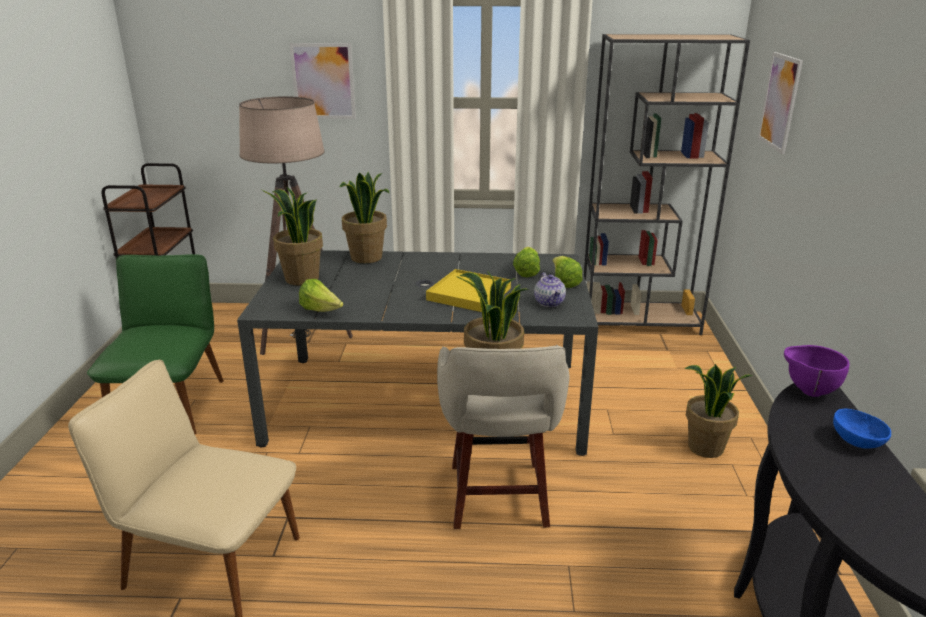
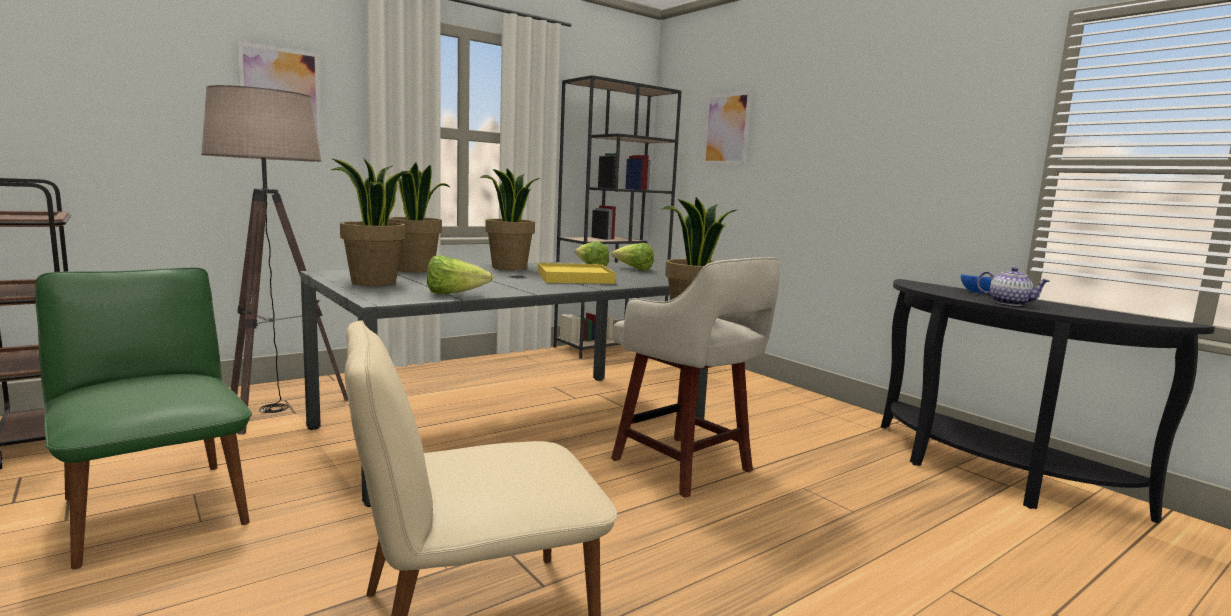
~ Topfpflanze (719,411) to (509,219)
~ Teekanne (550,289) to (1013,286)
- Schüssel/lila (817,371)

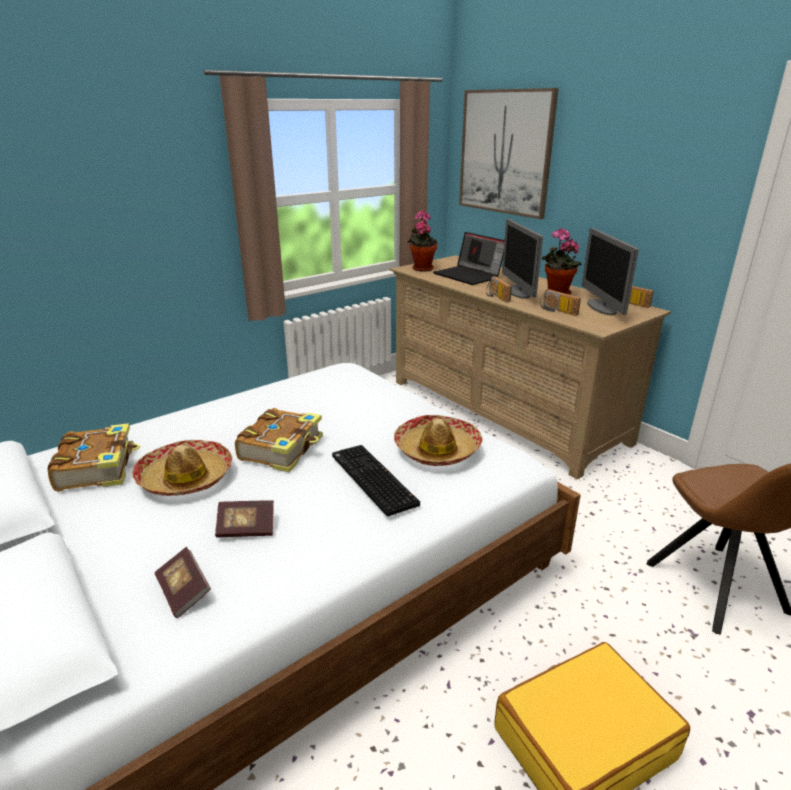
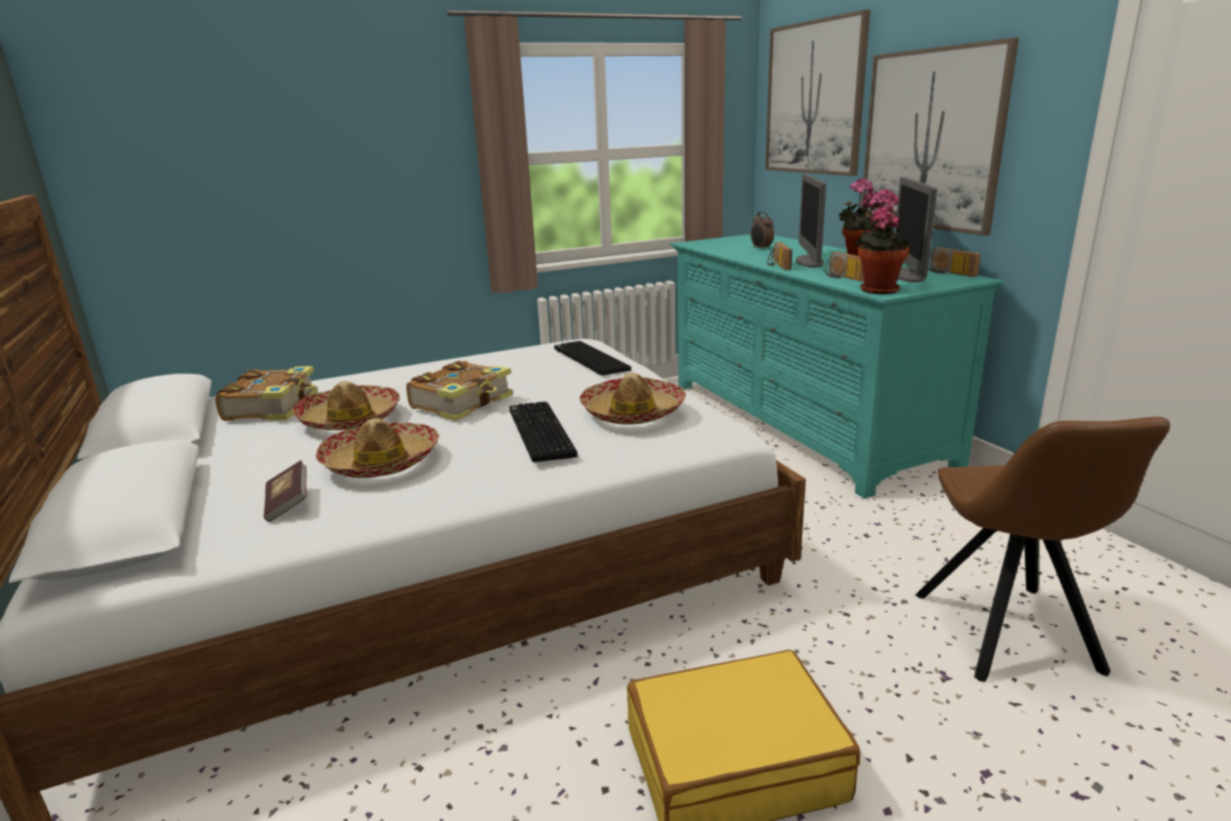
~ Buch (244,519) to Hut (377,448)
+ Tastatur (592,358)
~ Kommode/beige (530,367) to Kommode/türkis (837,366)
~ Laptop (469,258) to Wecker (762,231)
~ Topfpflanze (422,241) to (881,241)
+ Bild (940,137)

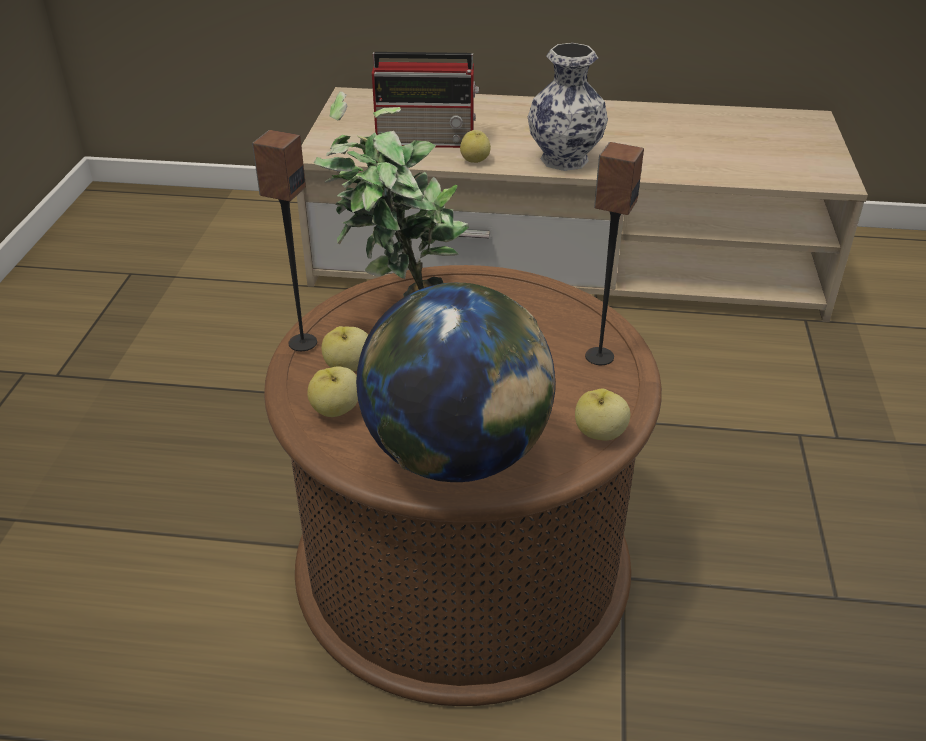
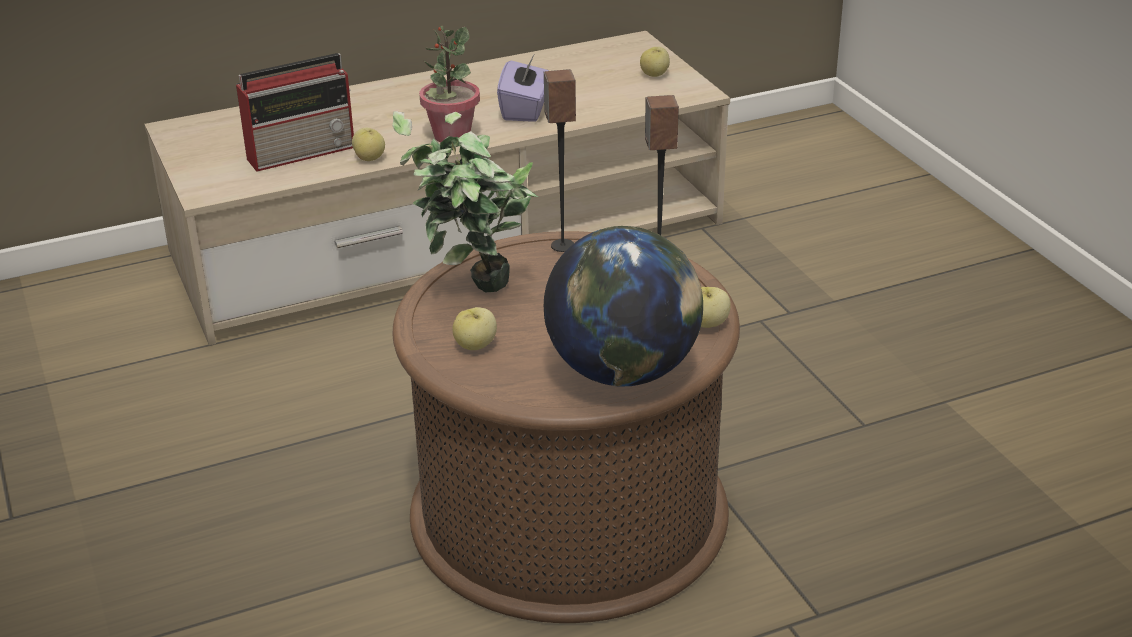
~ Vase (568,107) to Topfpflanze (449,84)
+ Taschentuchbox/lila (523,88)
~ Lautsprecher (284,240) to (560,160)
~ Apfel (332,391) to (655,62)

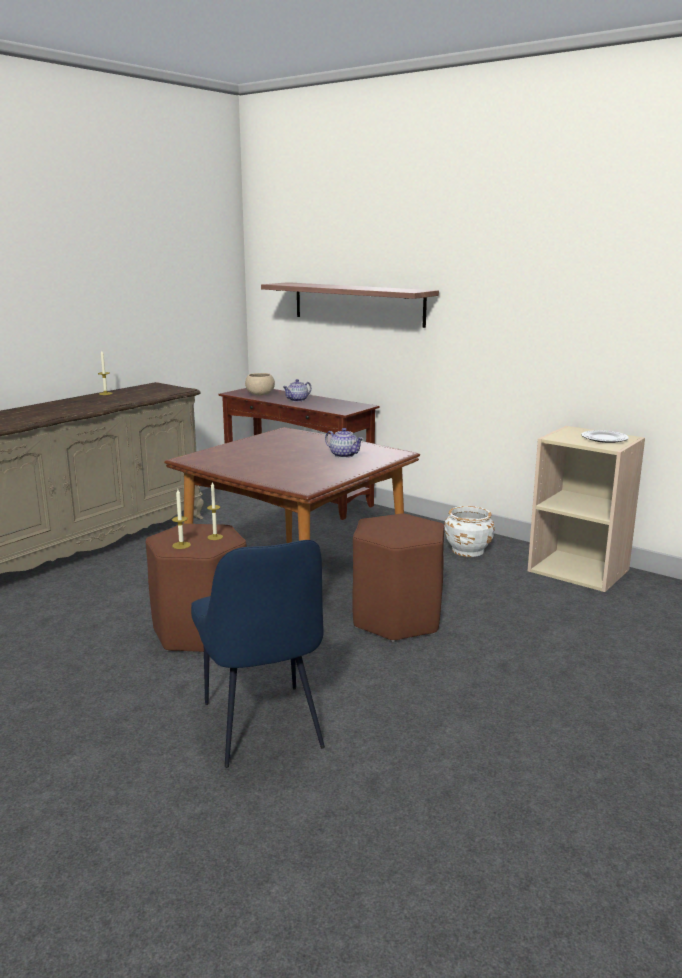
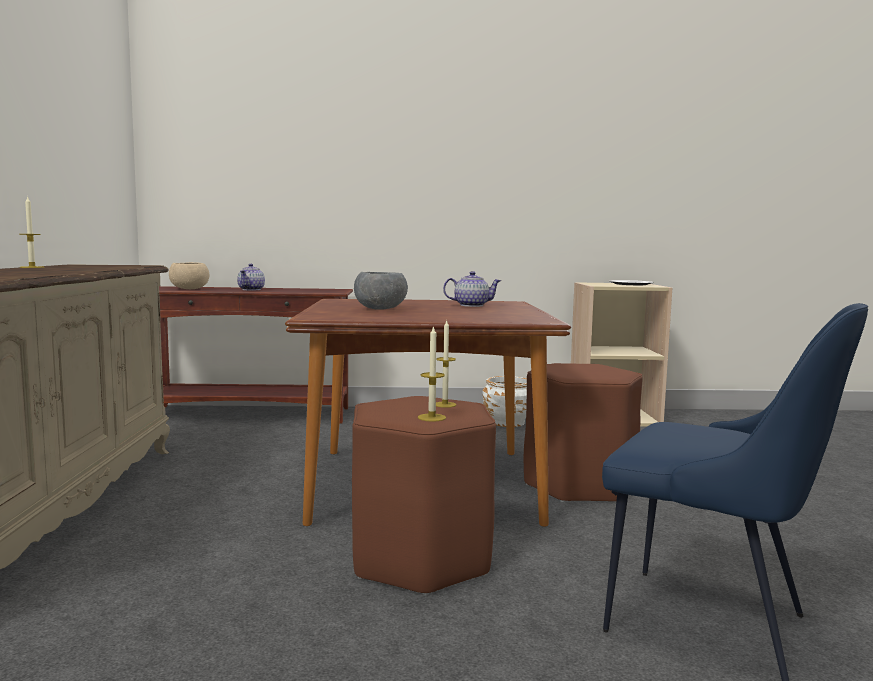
+ Schüssel/grau (381,291)
- Wandregal (350,305)

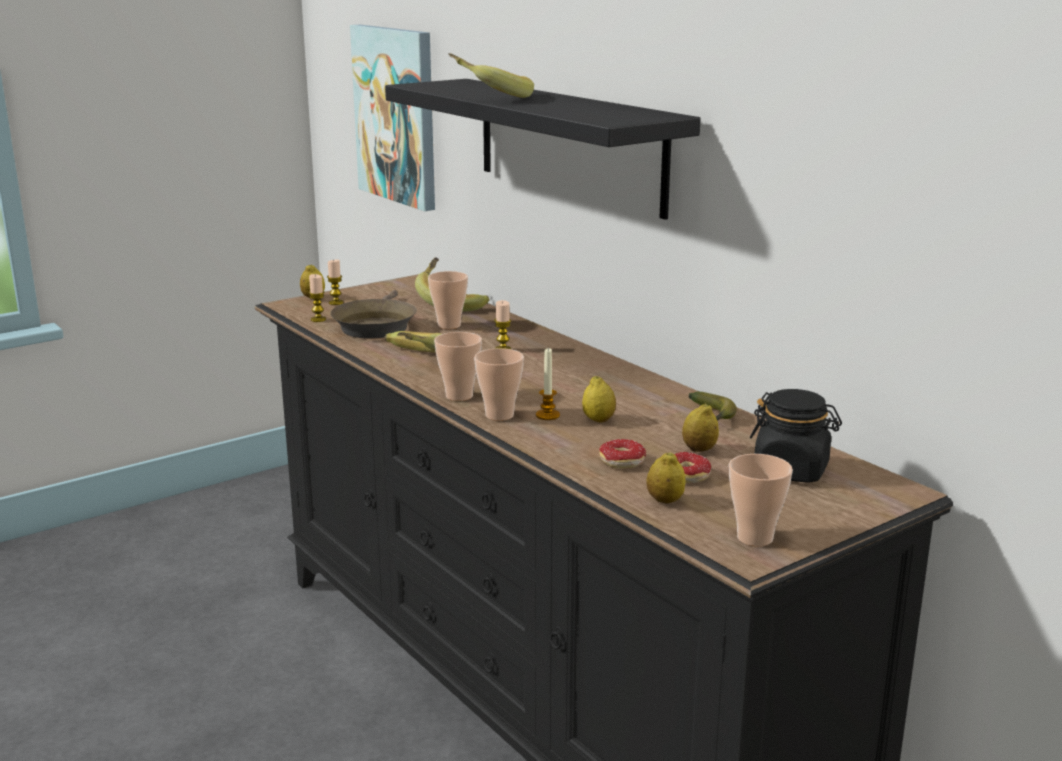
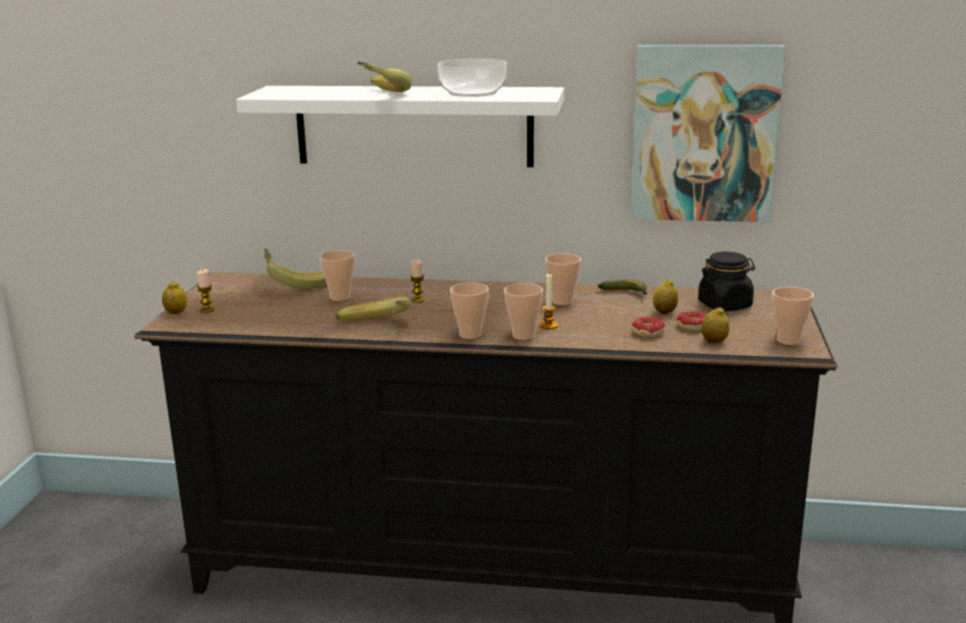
~ Wandregal/schwarz (543,149) to Wandregal/weiß (400,126)
+ Schüssel (472,78)
+ Tasse (563,279)
~ Bild (392,118) to (708,133)
- Kerze (317,298)
- Pfanne/braun (373,314)
- Zitrone (599,399)

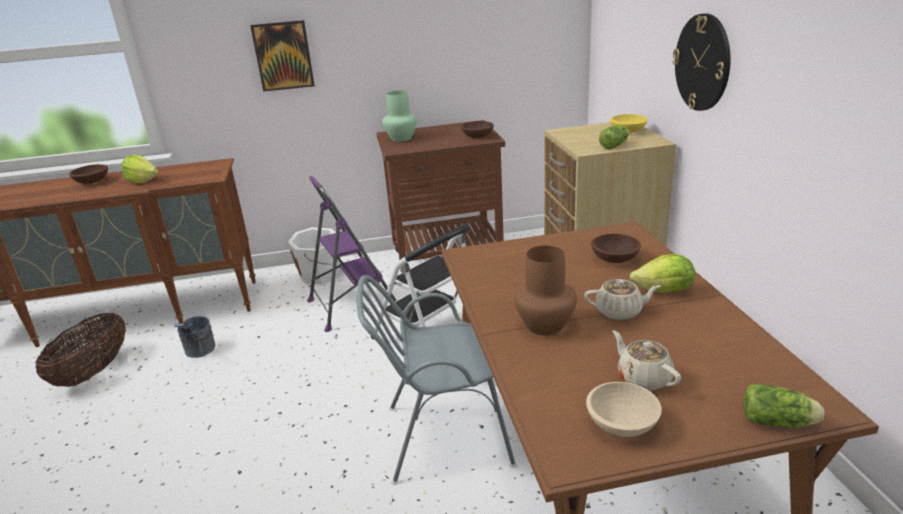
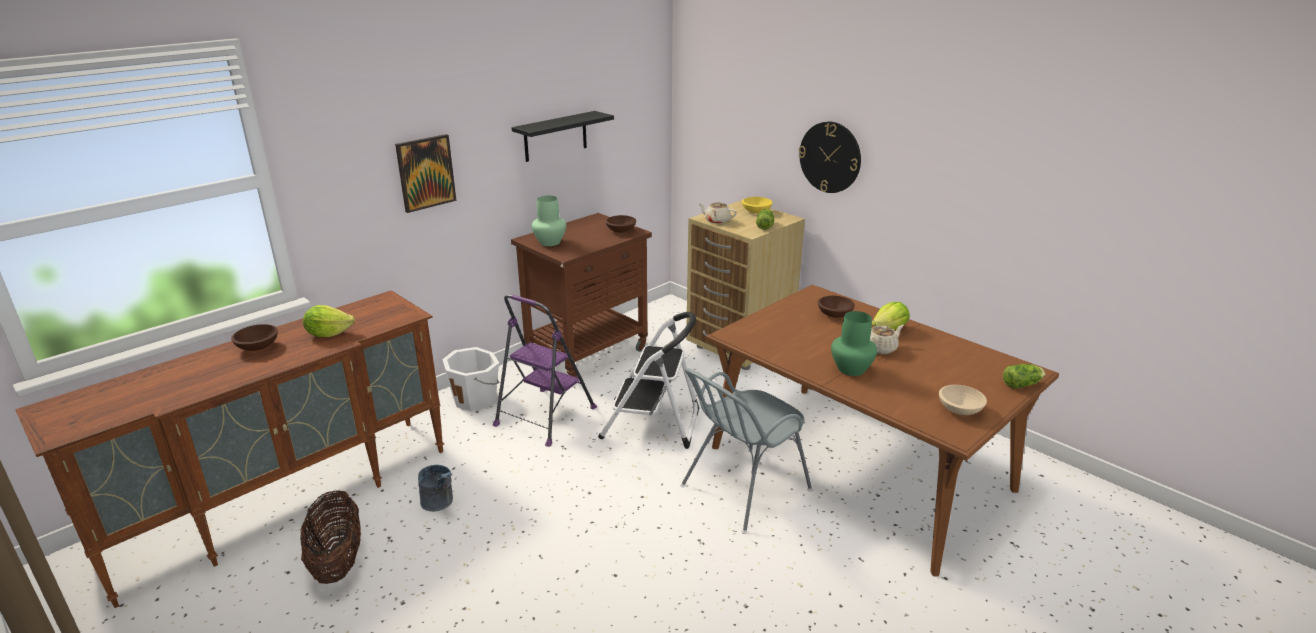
+ Wandregal/schwarz (563,136)
~ Teekanne/beige (647,360) to (717,212)
~ Vase/braun (545,291) to Vase/grün (854,343)

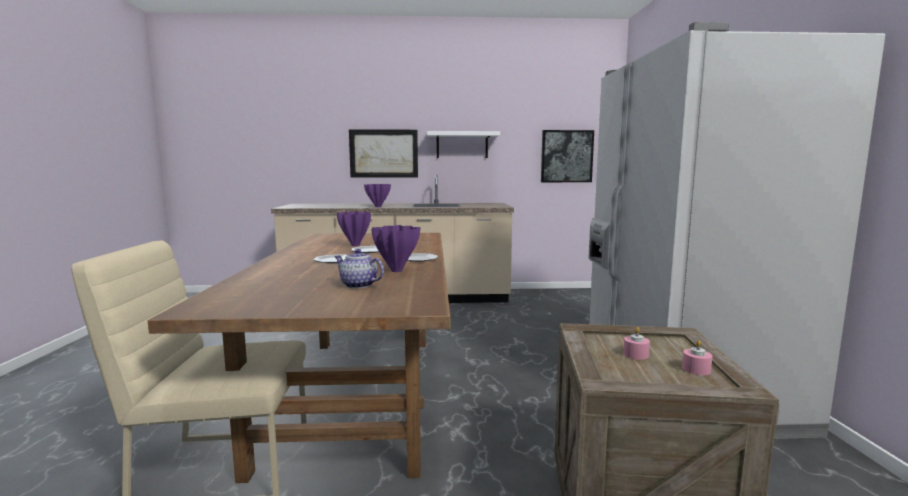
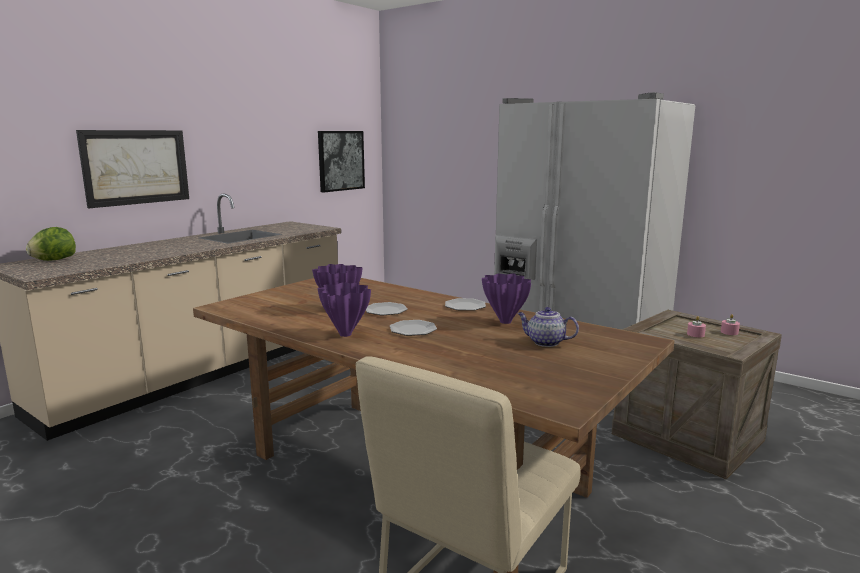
+ Salatkopf (51,244)
~ Vase/lila (377,195) to (344,309)
~ Teekanne (359,269) = (548,327) 45 degrees clockwise
- Wandregal/weiß (463,144)

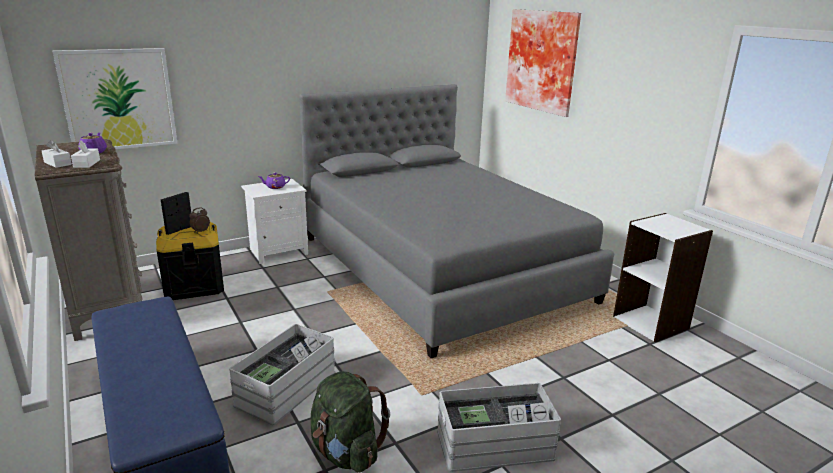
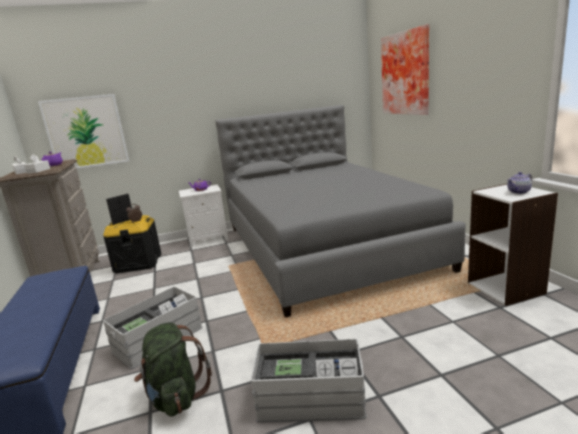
+ Teekanne (519,183)

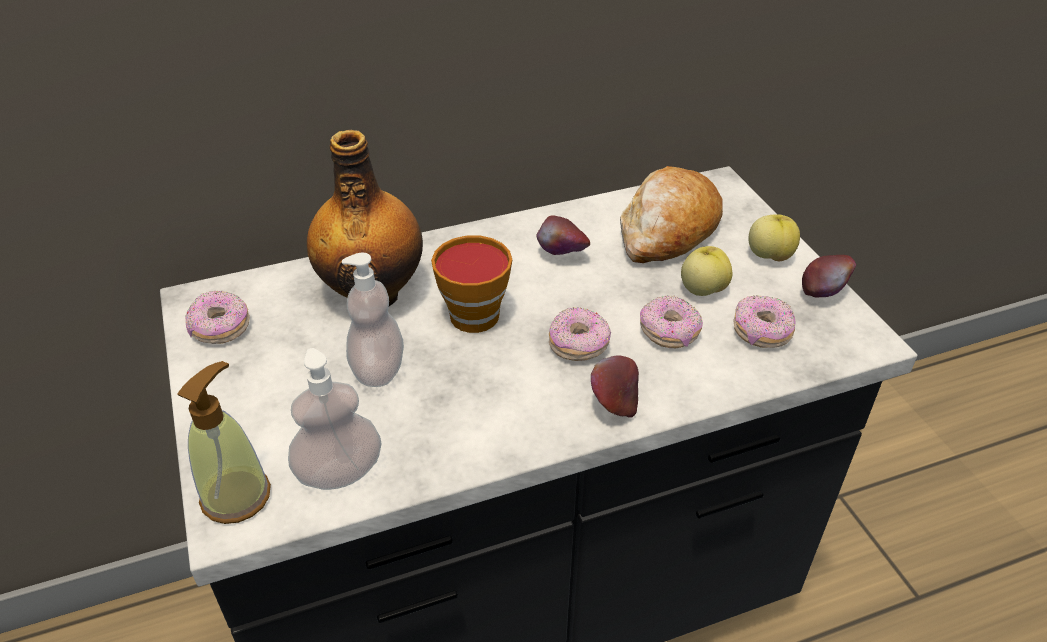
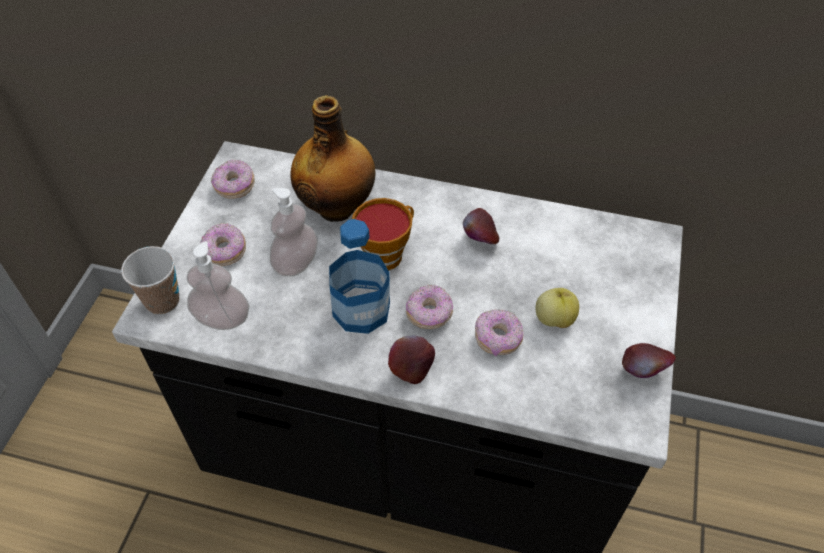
~ Seifenspender (224,442) to Tasse (150,280)
~ Donut (764,321) to (223,244)
+ Flasche (359,276)
- Brot (671,214)
- Apfel (774,237)

